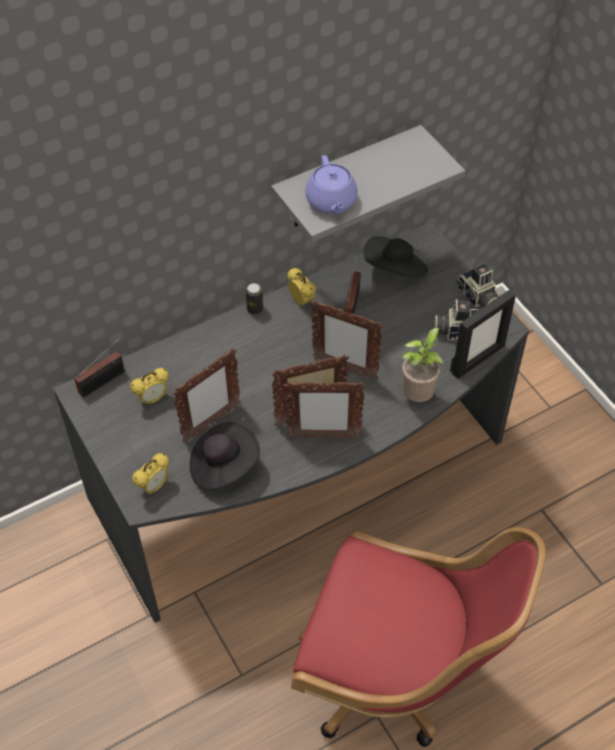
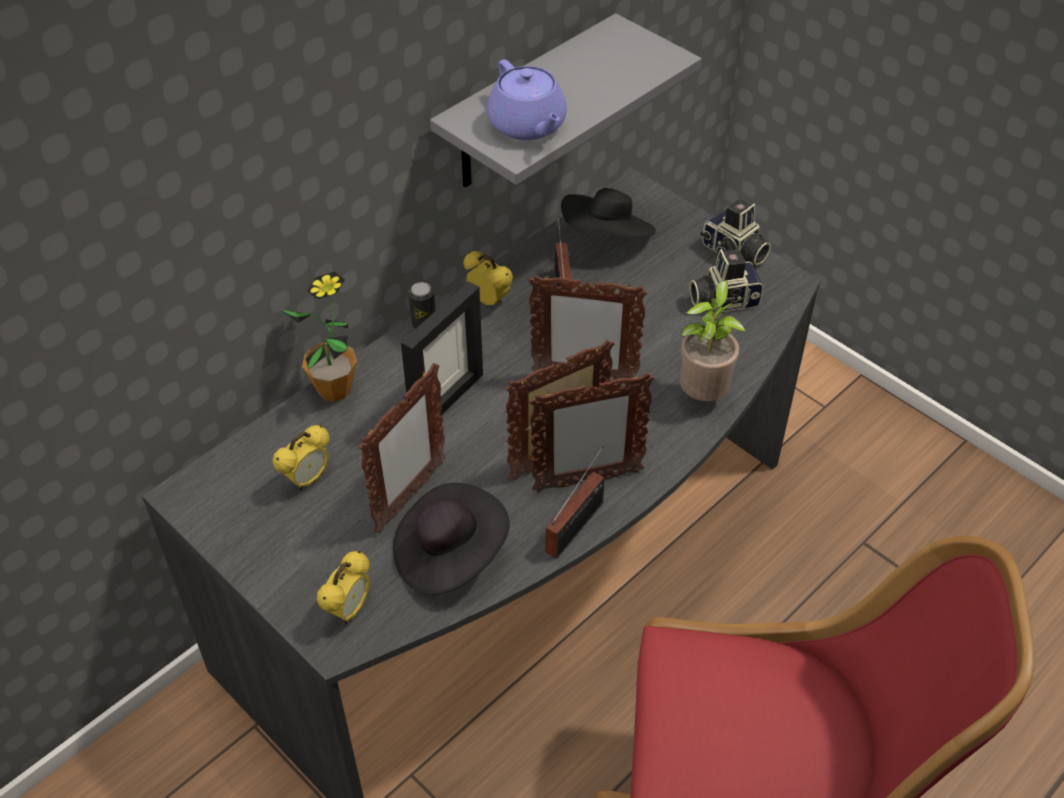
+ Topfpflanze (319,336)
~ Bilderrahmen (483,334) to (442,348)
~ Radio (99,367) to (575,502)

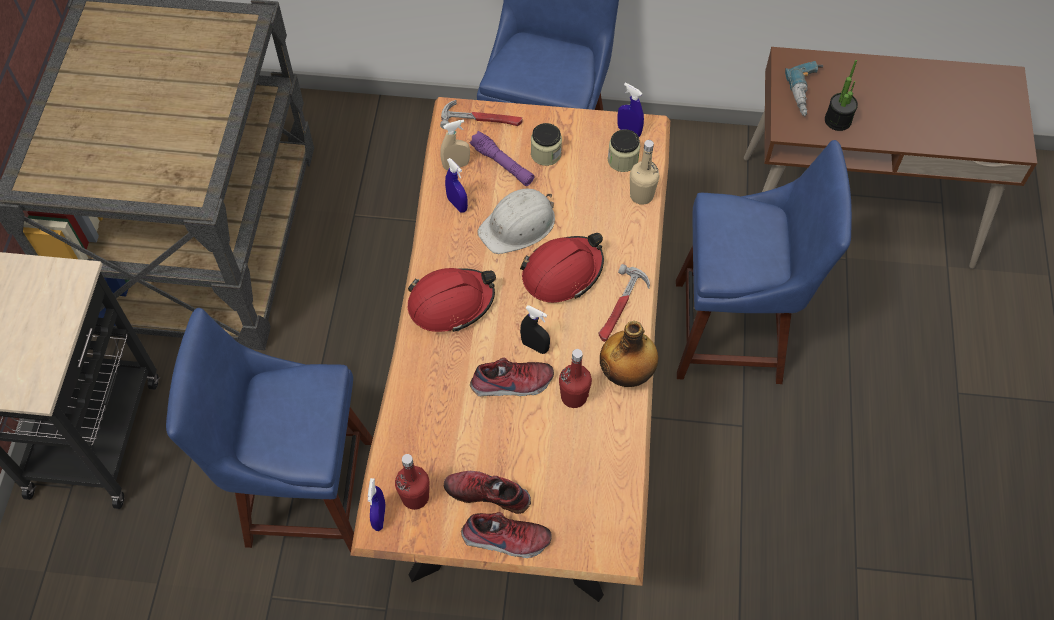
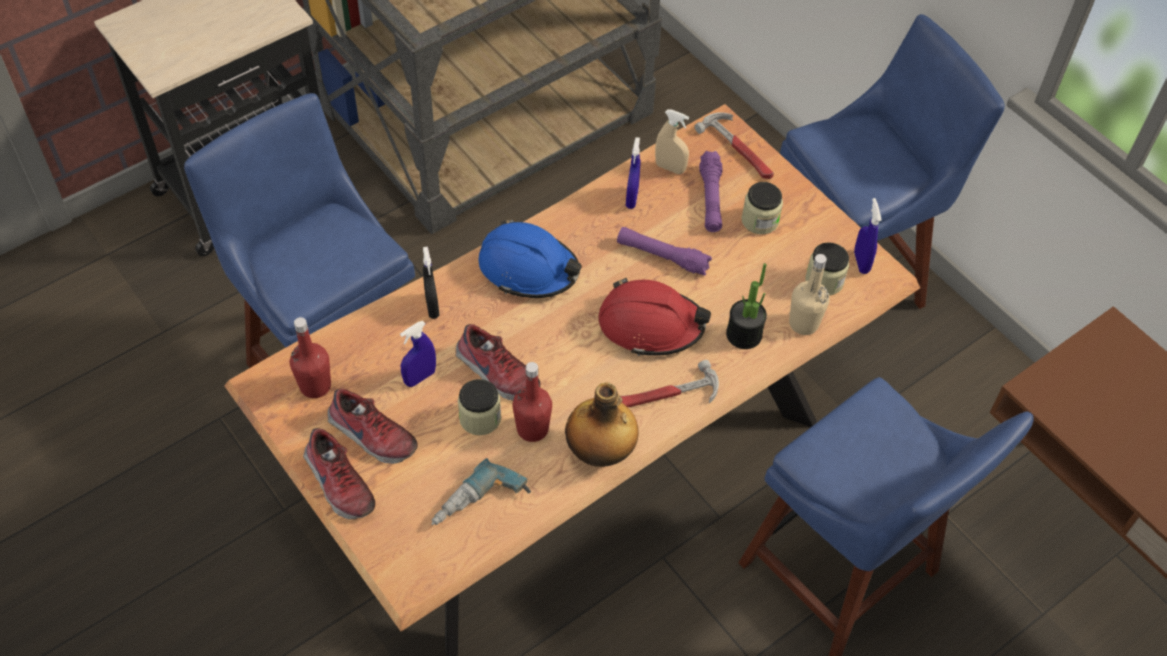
~ Schuh (487,492) = (372,426) 150 degrees clockwise
~ Sprühflasche/blau (377,504) to (418,354)
~ Sprühflasche/schwarz (535,329) to (431,283)
~ Bohrmaschine (804,88) to (481,491)
+ Vorratsglas (479,407)
~ Schutzhelm/rot (452,300) to Schutzhelm/blau (530,258)
~ Schutzhelm/weiß (516,221) to Taschenlampe/lila (664,251)
~ Topfpflanze (841,95) to (746,306)

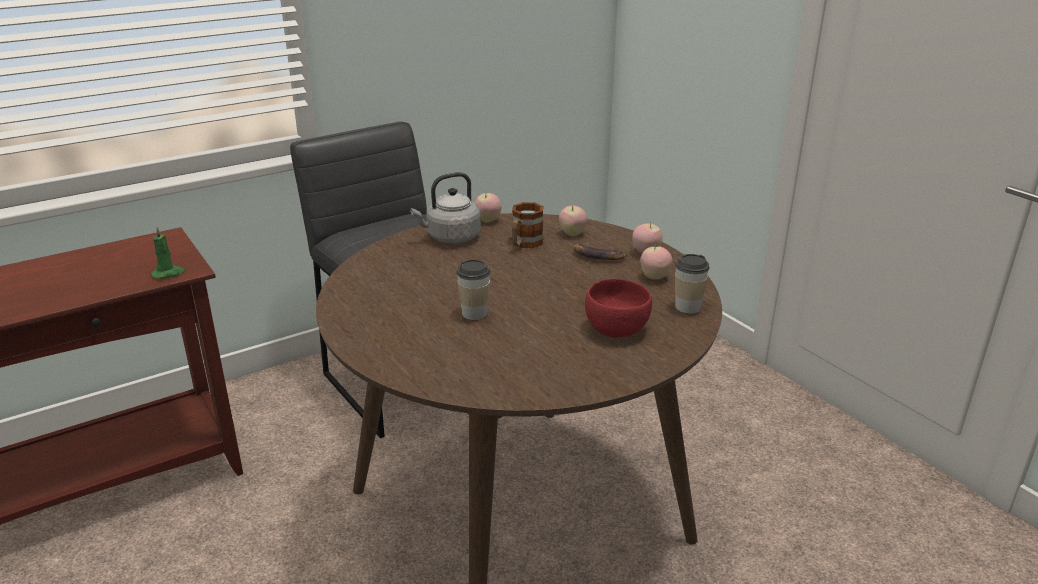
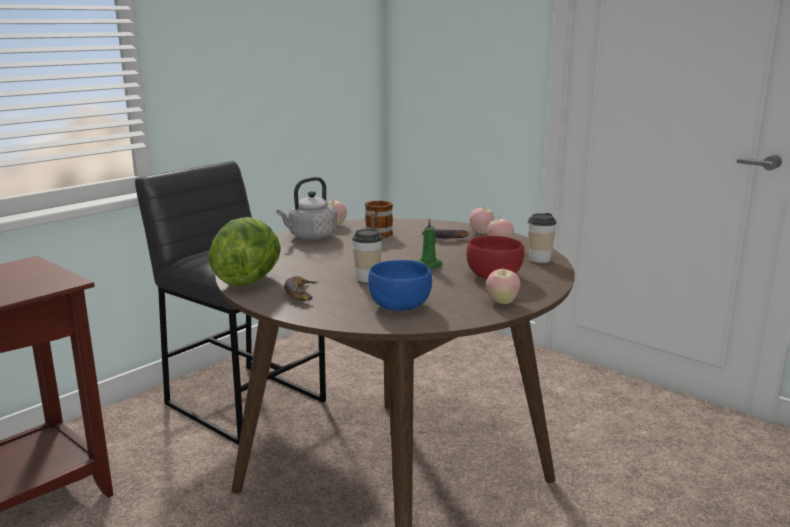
+ Salatkopf (244,252)
+ Banane (301,288)
+ Schüssel/blau (400,285)
~ Kerze/grün (168,253) to (429,243)
~ Apfel (573,220) to (503,286)

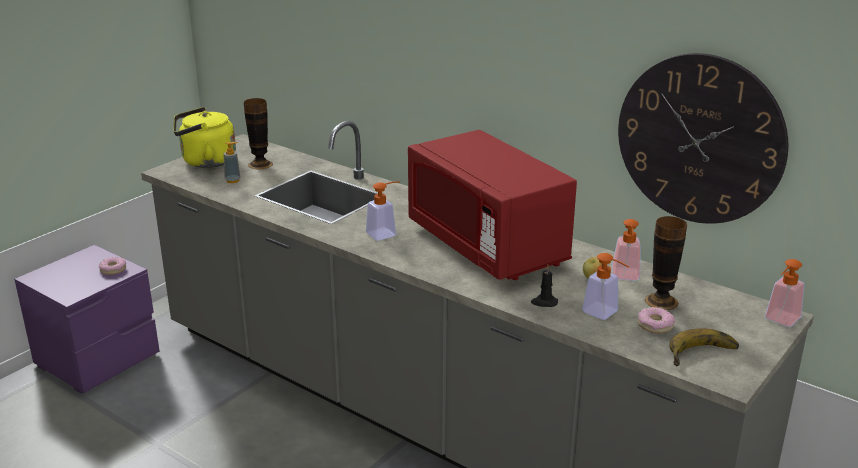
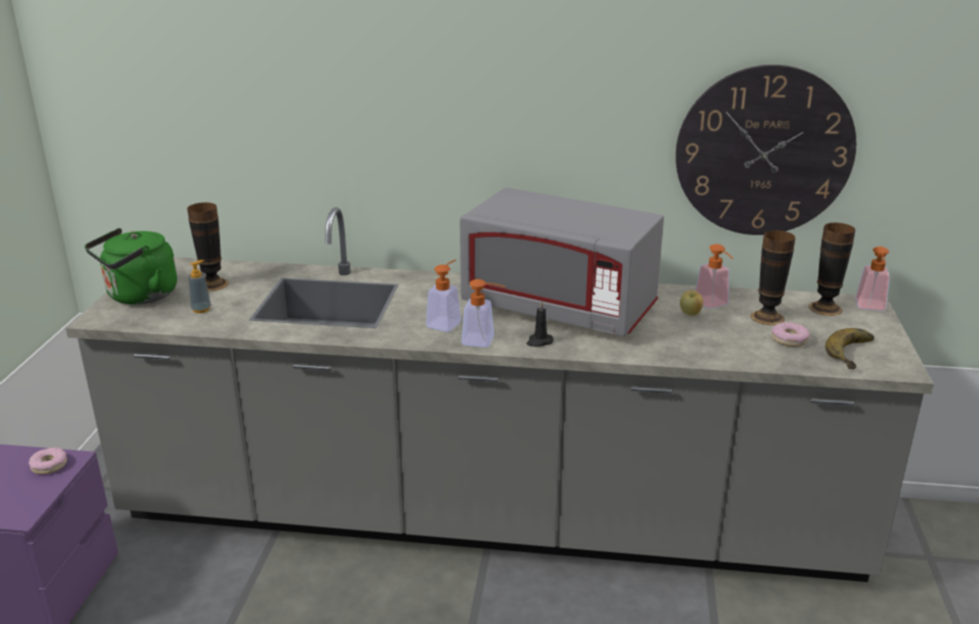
~ Wasserkessel/gelb (205,137) to Wasserkessel/grün (131,266)
~ Mikrowelle/rot (492,205) to Mikrowelle/grau (562,262)
~ Seifenspender (605,286) to (484,313)
~ Kerze/schwarz (544,286) to (540,324)
+ Vase (832,269)

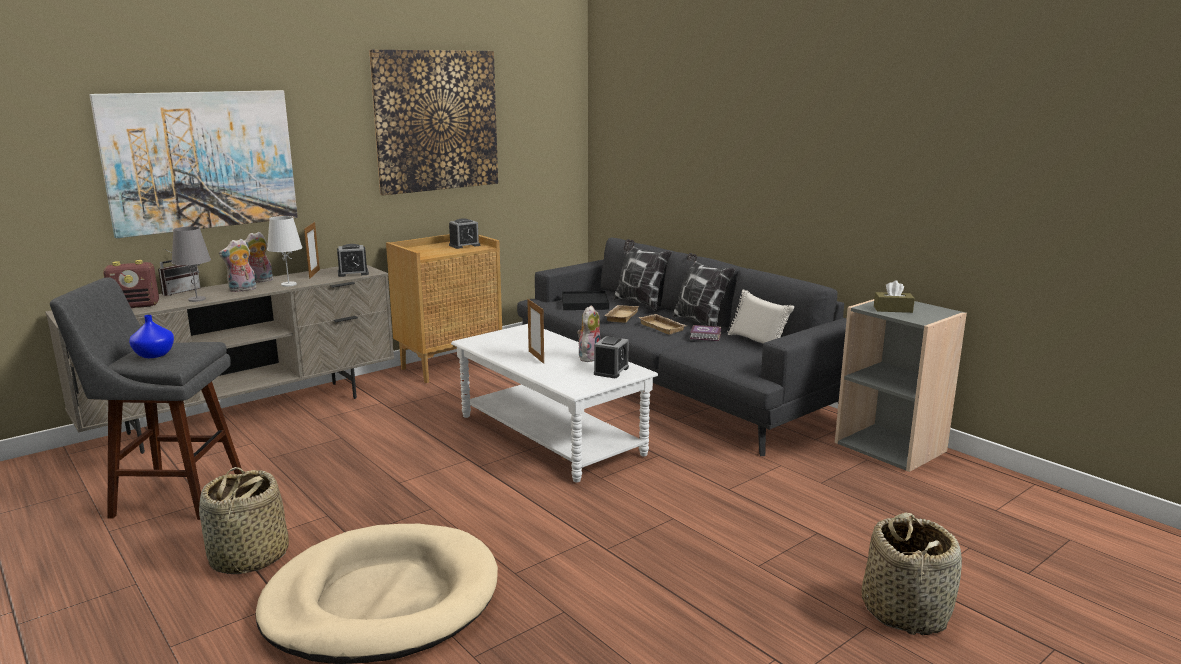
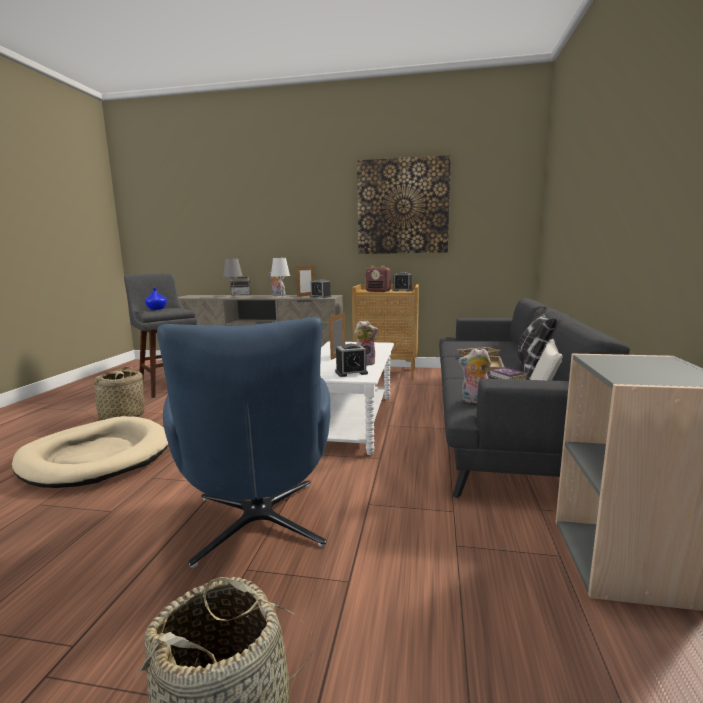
+ Sessel/blau (244,442)
~ Radio (131,284) to (378,279)
~ Plüschtier (238,265) to (475,376)
- Bild (193,164)
- Tablett/schwarz (585,300)
- Kissen (642,275)
- Taschentuchbox/braun (894,296)

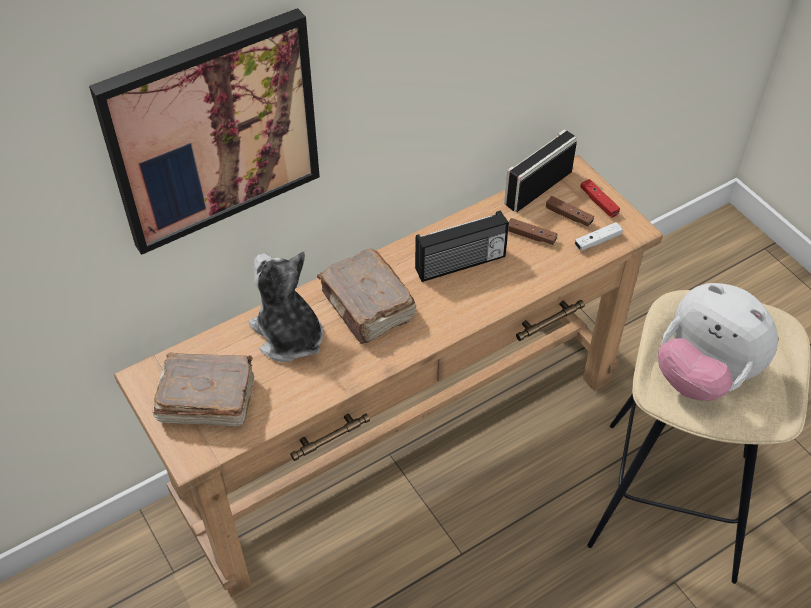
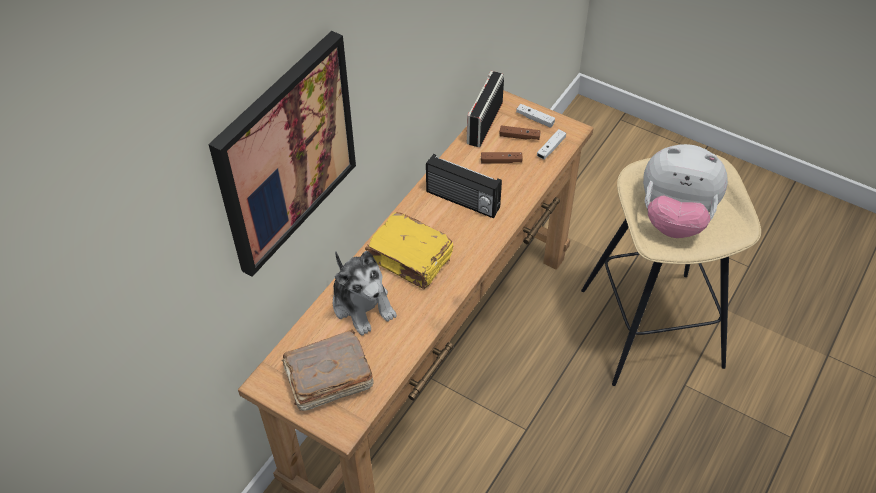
~ Plüschtier (286,307) = (365,293) 150 degrees counterclockwise
~ Buch/braun (366,296) to Buch/gelb (409,250)
~ Radio (462,246) = (464,186) 75 degrees clockwise
~ Gamepad/rot (600,198) to Gamepad/weiß (535,116)

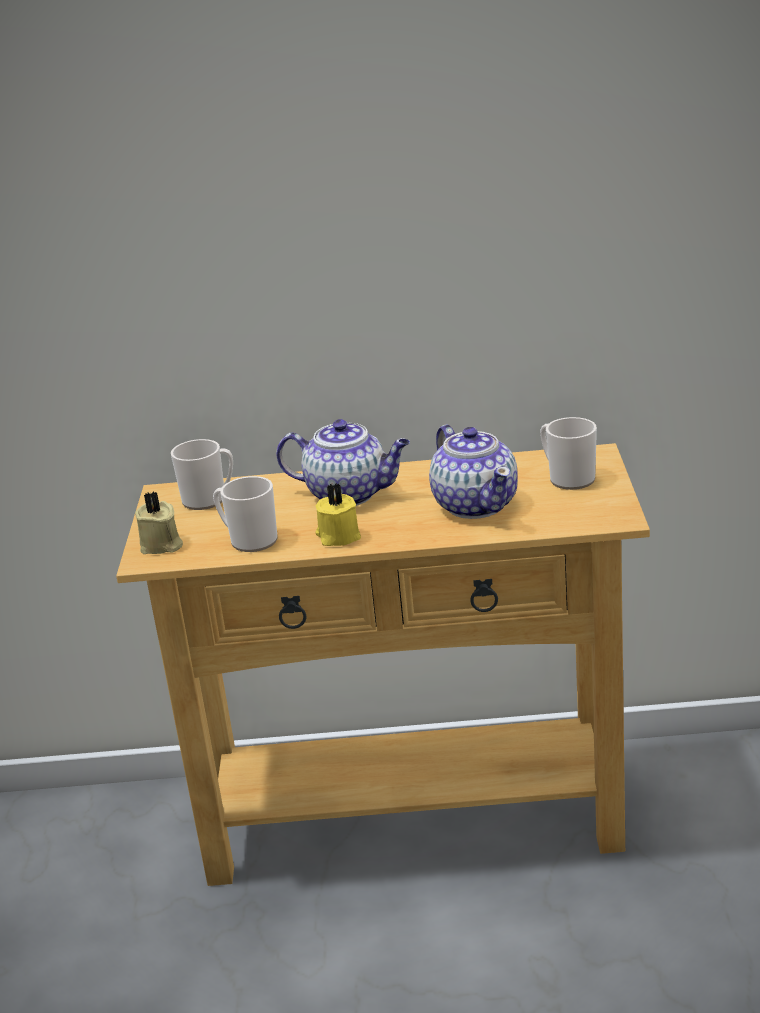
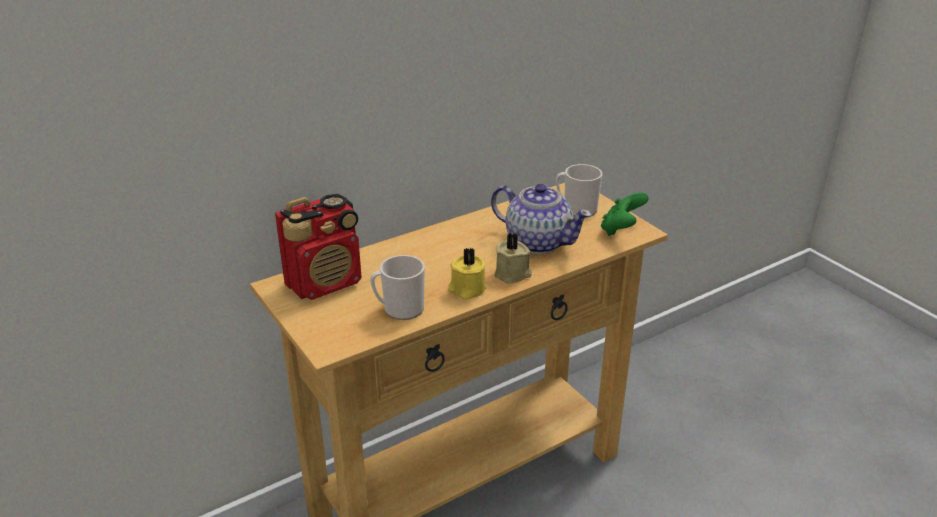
~ Henkelbecher (202,474) to Radio (318,247)
~ Kerze/beige (159,523) to (513,258)
+ Gamepad/grün (624,214)
- Teekanne (343,462)

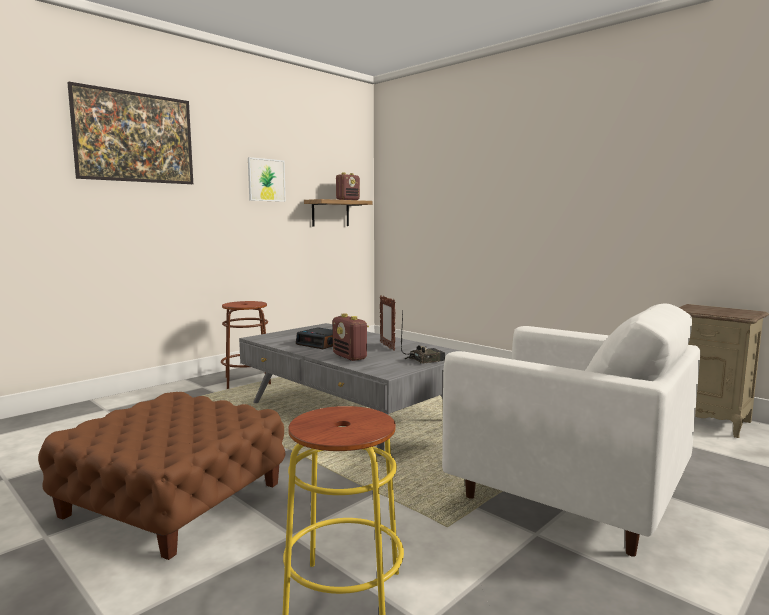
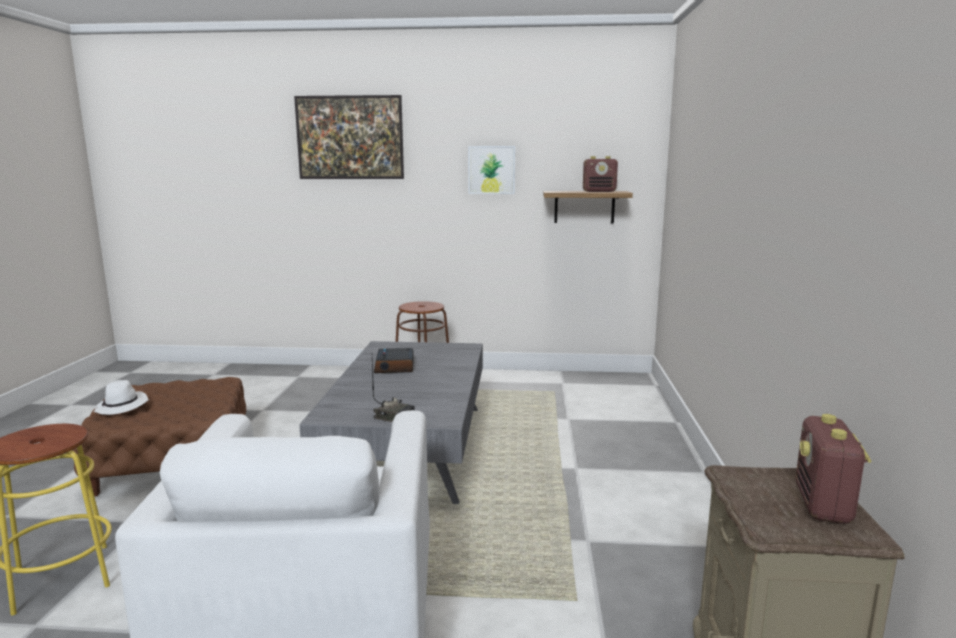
+ Hut/weiß (121,397)
~ Radio (351,337) to (833,469)
- Bilderrahmen (387,323)

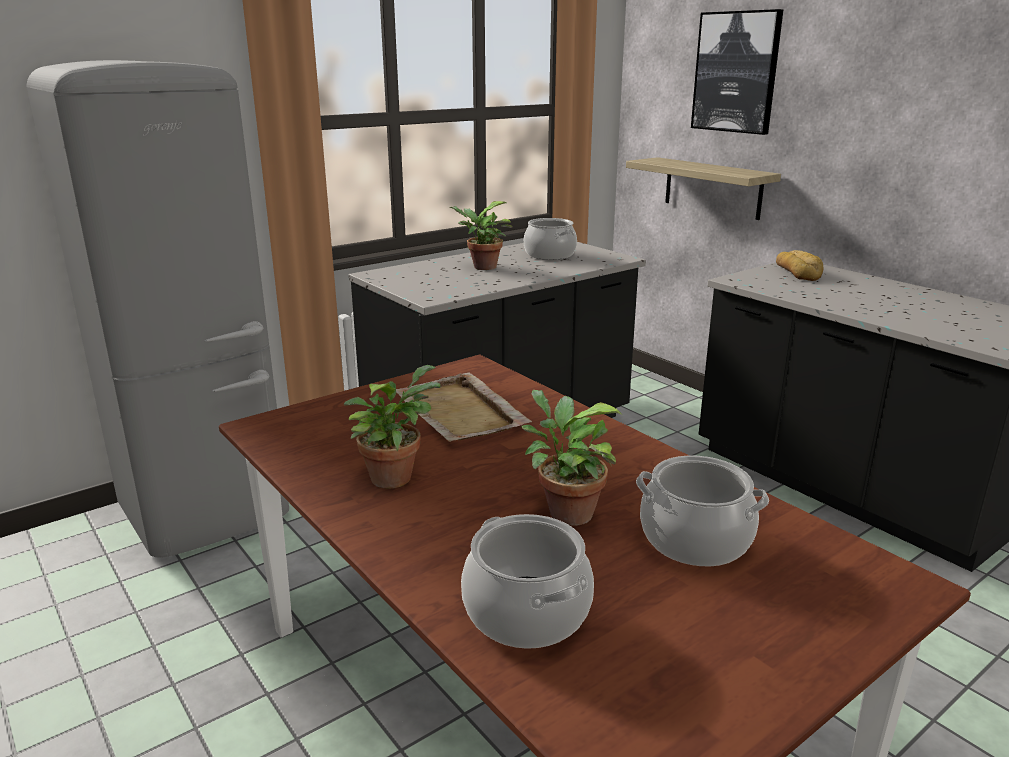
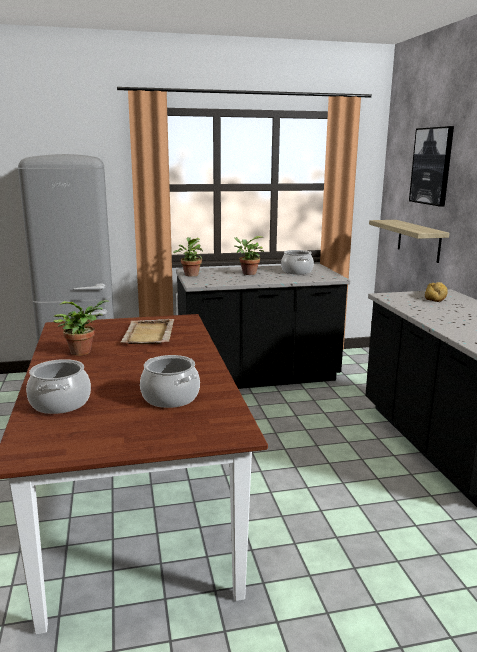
~ Topfpflanze (571,458) to (188,257)

